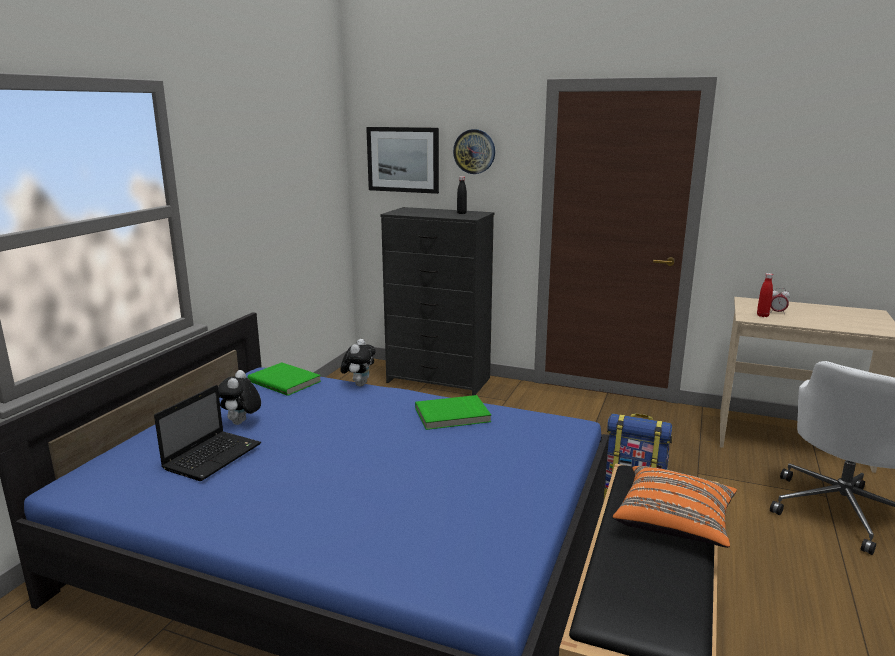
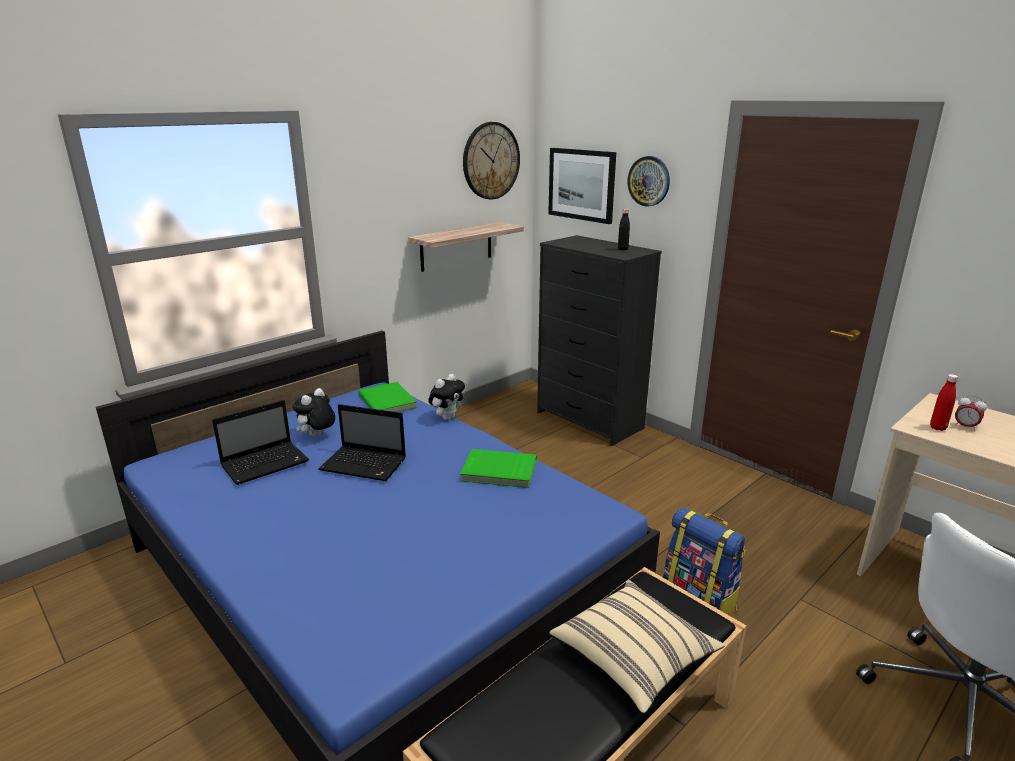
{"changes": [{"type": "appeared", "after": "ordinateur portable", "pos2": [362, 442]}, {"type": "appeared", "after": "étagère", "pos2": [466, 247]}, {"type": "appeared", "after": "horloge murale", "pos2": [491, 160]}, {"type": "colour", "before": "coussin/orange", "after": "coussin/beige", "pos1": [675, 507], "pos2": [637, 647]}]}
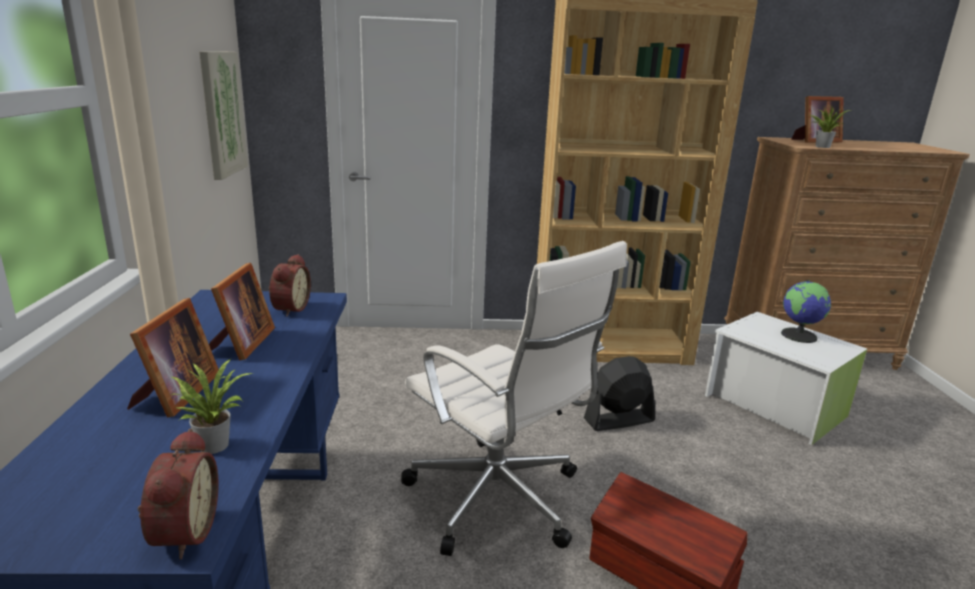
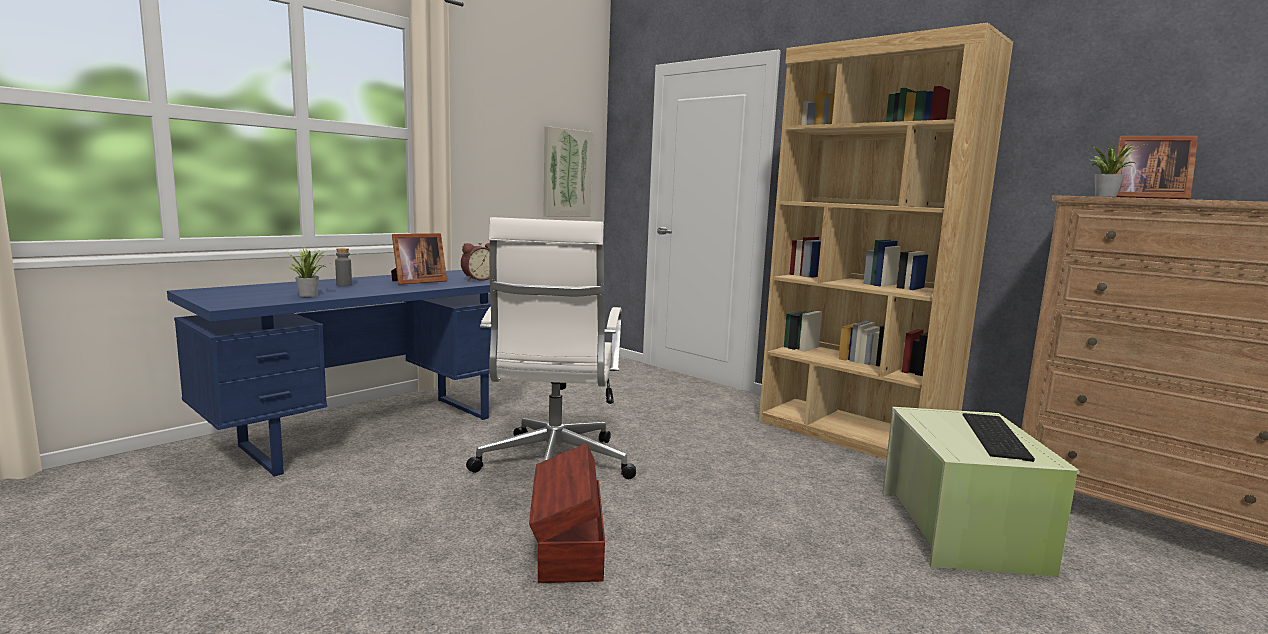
{"changes": [{"type": "missing", "before": "réveil", "pos1": [178, 494]}, {"type": "missing", "before": "ventilateur/noir", "pos1": [619, 393]}, {"type": "exchanged", "before": "cadre photo", "after": "bouteille/gris", "pos1": [173, 357], "pos2": [343, 267]}, {"type": "exchanged", "before": "globe", "after": "clavier", "pos1": [806, 311], "pos2": [999, 437]}, {"type": "colour", "before": "boîte de rangement/blanc", "after": "boîte de rangement/vert", "pos1": [786, 378], "pos2": [981, 492]}]}
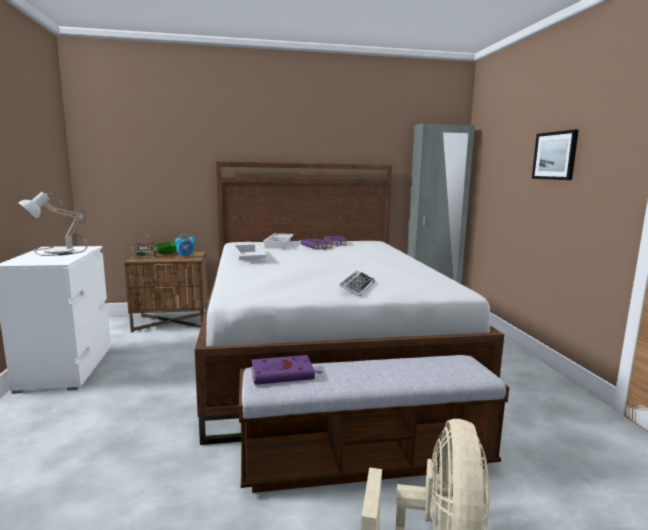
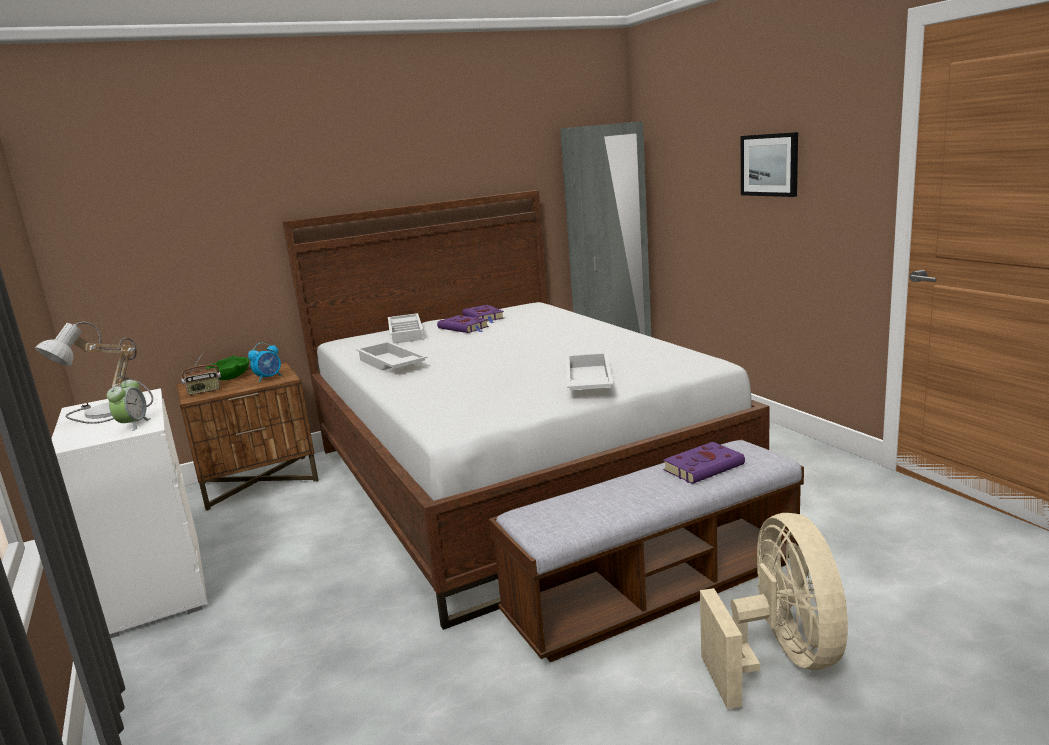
{"changes": [{"type": "appeared", "after": "réveil", "pos2": [129, 404]}, {"type": "relocated", "before": "livre/violet", "pos1": [286, 370], "pos2": [704, 463]}, {"type": "exchanged", "before": "clavier", "after": "plateau/blanc", "pos1": [357, 283], "pos2": [590, 371]}]}
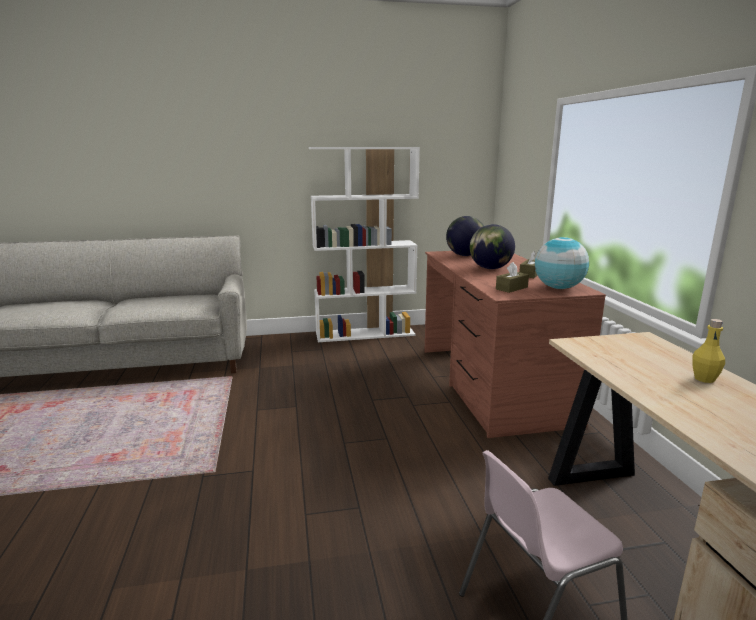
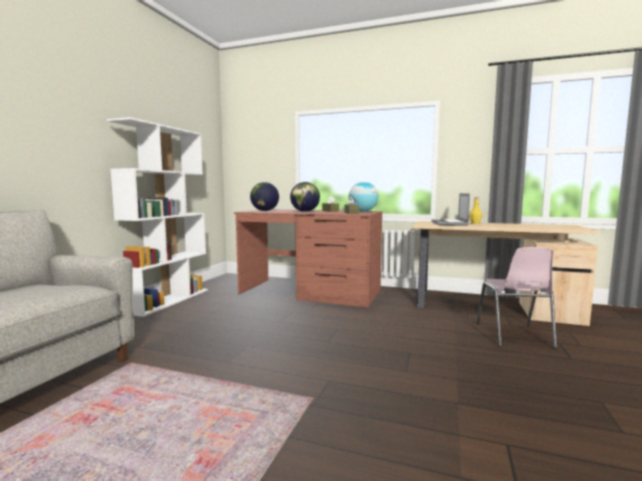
{"changes": [{"type": "appeared", "after": "ordinateur portable", "pos2": [450, 209]}]}
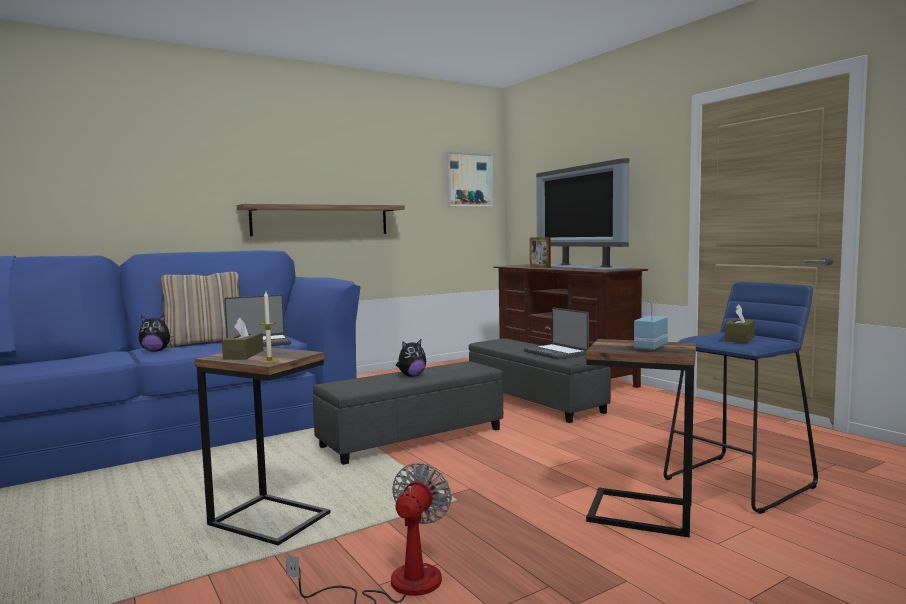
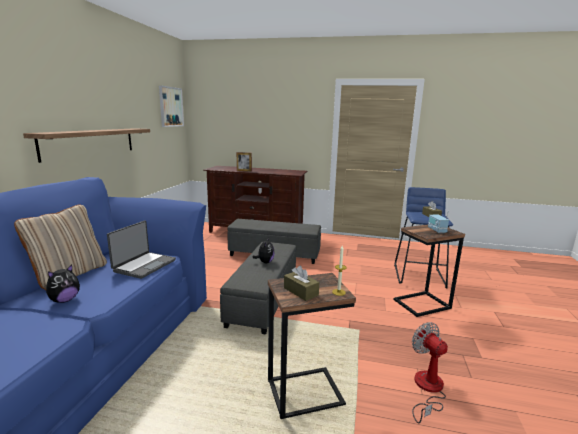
{"changes": [{"type": "missing", "before": "ordinateur portable", "pos1": [556, 334]}, {"type": "missing", "before": "téléviseur", "pos1": [583, 214]}]}
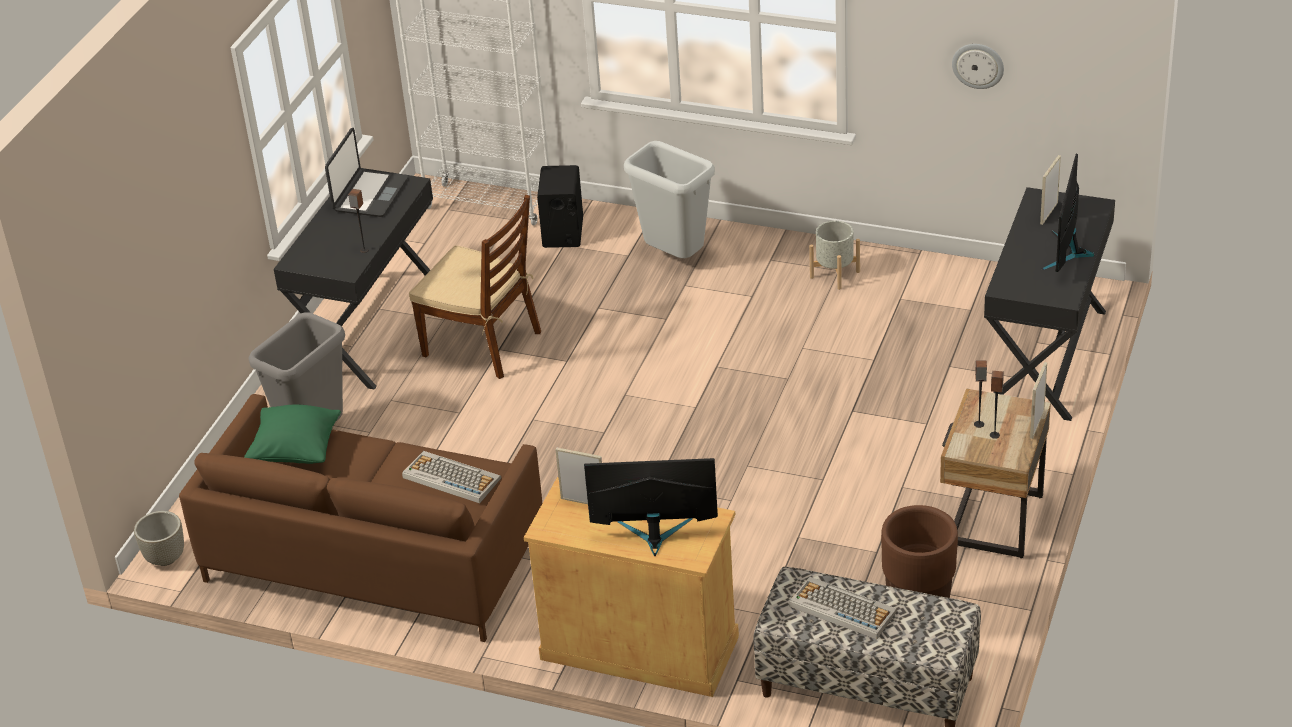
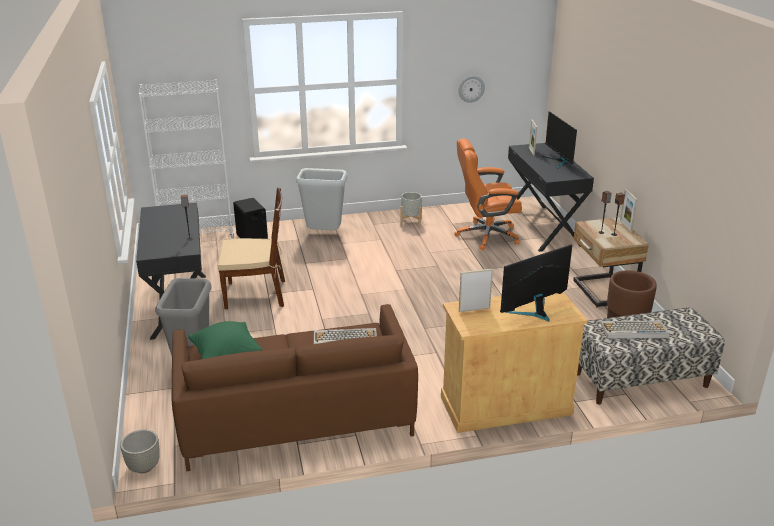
{"changes": [{"type": "missing", "before": "ordinateur portable", "pos1": [366, 172]}, {"type": "appeared", "after": "chaise de bureau/orange", "pos2": [488, 194]}]}
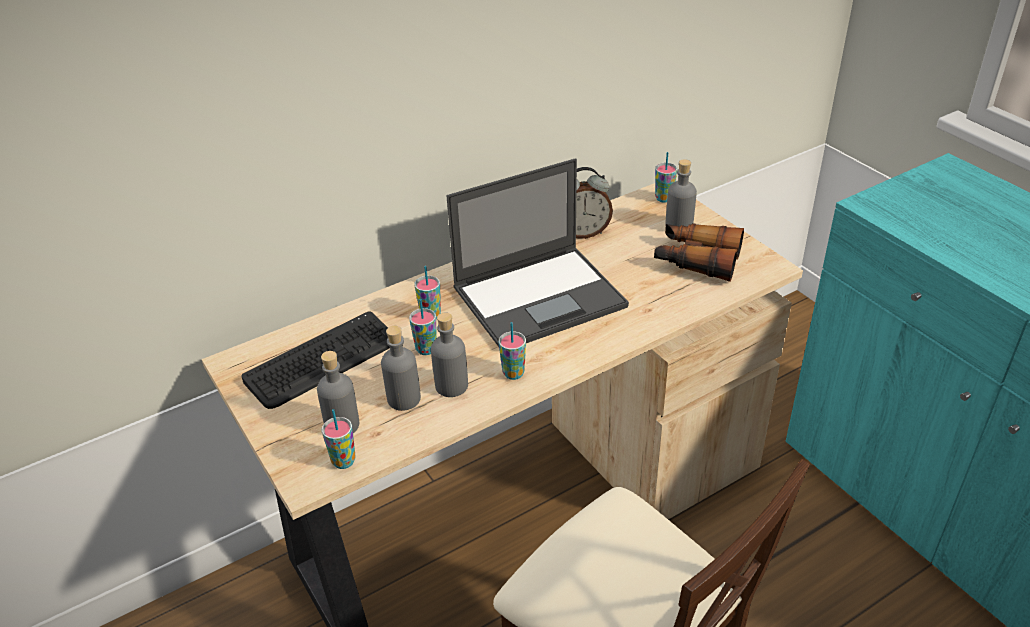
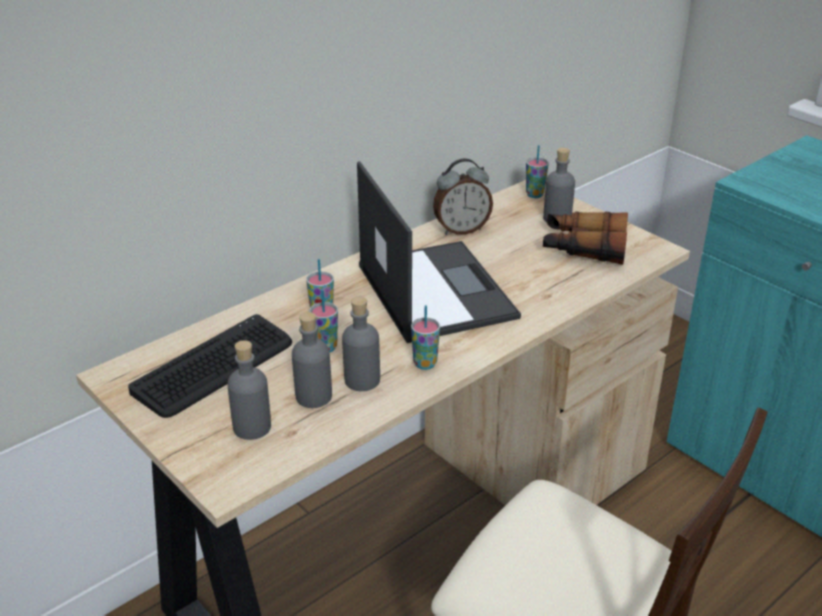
{"changes": [{"type": "missing", "before": "tasse", "pos1": [338, 439]}, {"type": "spun", "before": "ordinateur portable", "pos1": [537, 252], "pos2": [439, 252], "turn": -75}]}
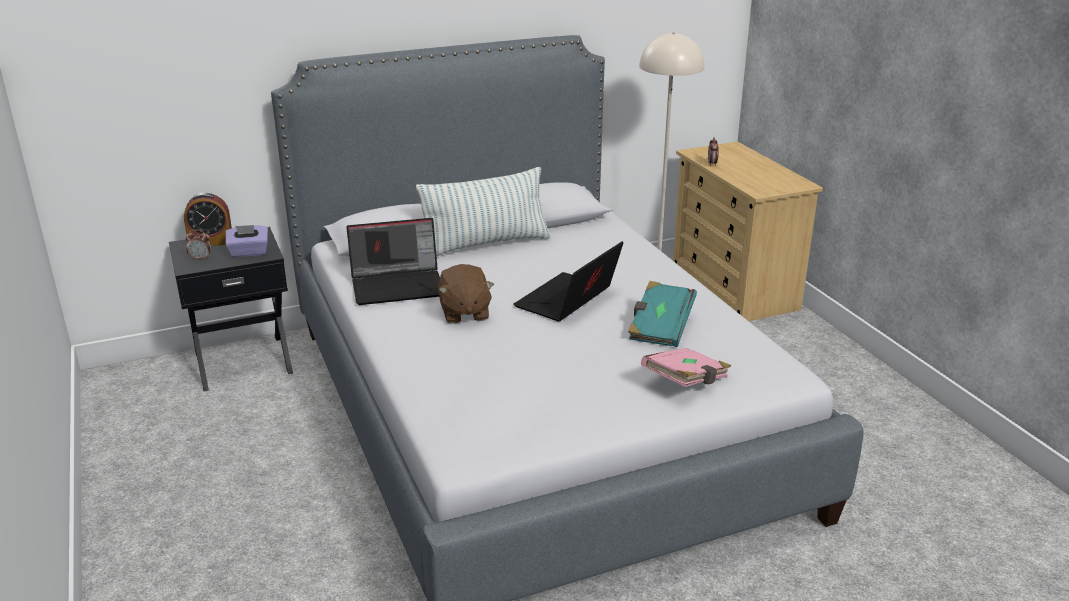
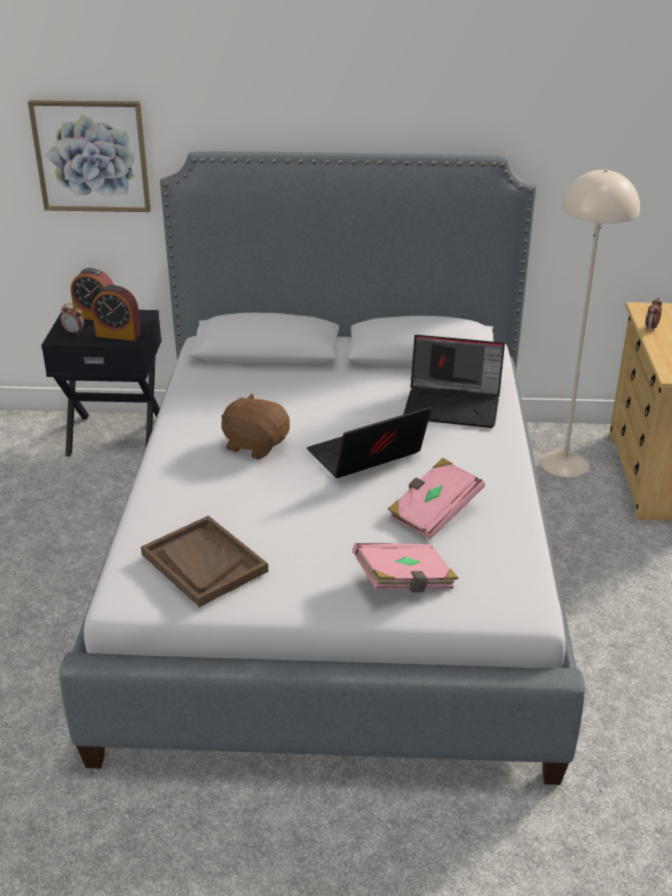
{"changes": [{"type": "missing", "before": "coussin", "pos1": [483, 211]}, {"type": "appeared", "after": "tableau", "pos2": [89, 156]}, {"type": "appeared", "after": "plateau/marron", "pos2": [204, 561]}, {"type": "relocated", "before": "ordinateur portable", "pos1": [393, 261], "pos2": [454, 381]}, {"type": "exchanged", "before": "boîte à mouchoirs/violet", "after": "réveil", "pos1": [247, 241], "pos2": [116, 313]}, {"type": "colour", "before": "livre/turquoise", "after": "livre/rose", "pos1": [662, 314], "pos2": [436, 499]}, {"type": "spun", "before": "peluche/marron", "pos1": [466, 294], "pos2": [255, 426], "turn": 105}]}
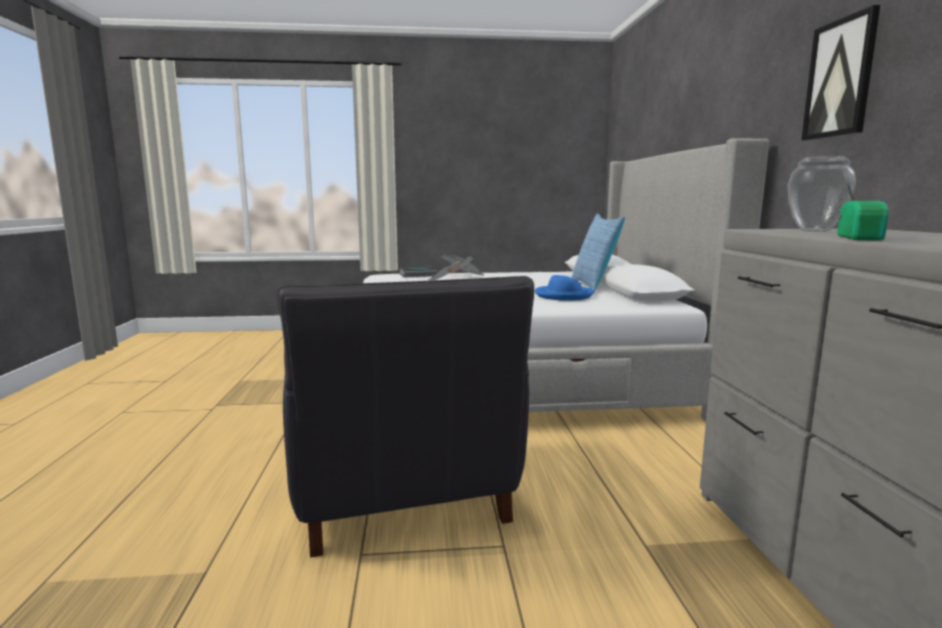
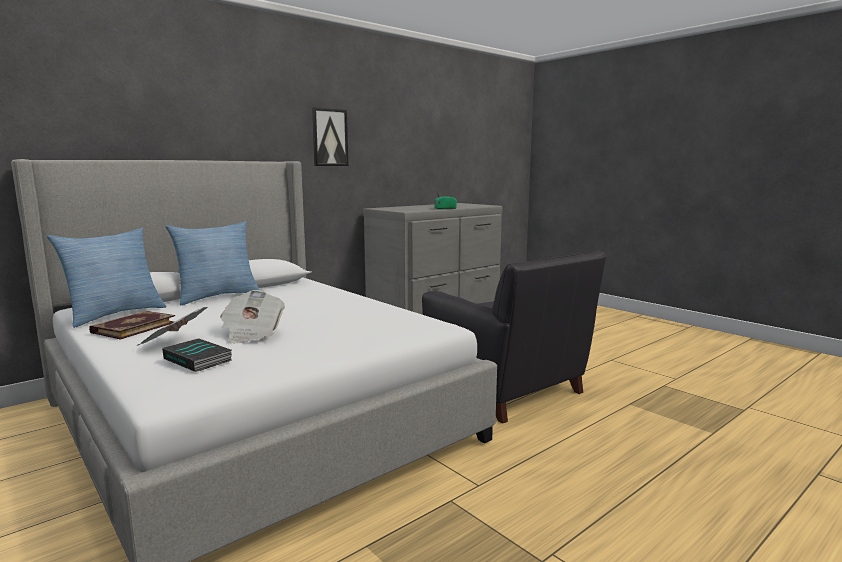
{"changes": [{"type": "missing", "before": "chapeau/bleu", "pos1": [564, 288]}, {"type": "missing", "before": "vase", "pos1": [822, 194]}, {"type": "appeared", "after": "coussin", "pos2": [106, 278]}, {"type": "appeared", "after": "livre", "pos2": [132, 325]}, {"type": "spun", "before": "fauteuil/noir", "pos1": [405, 417], "pos2": [514, 337], "turn": 105}]}
